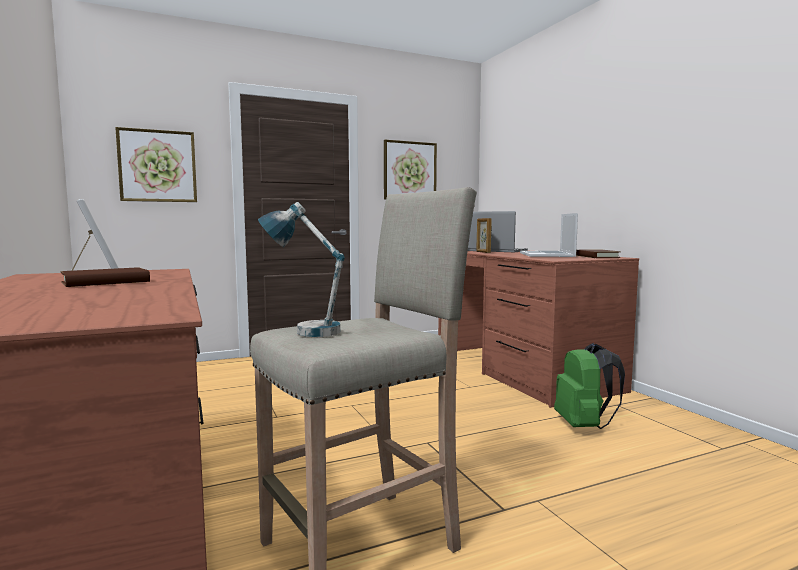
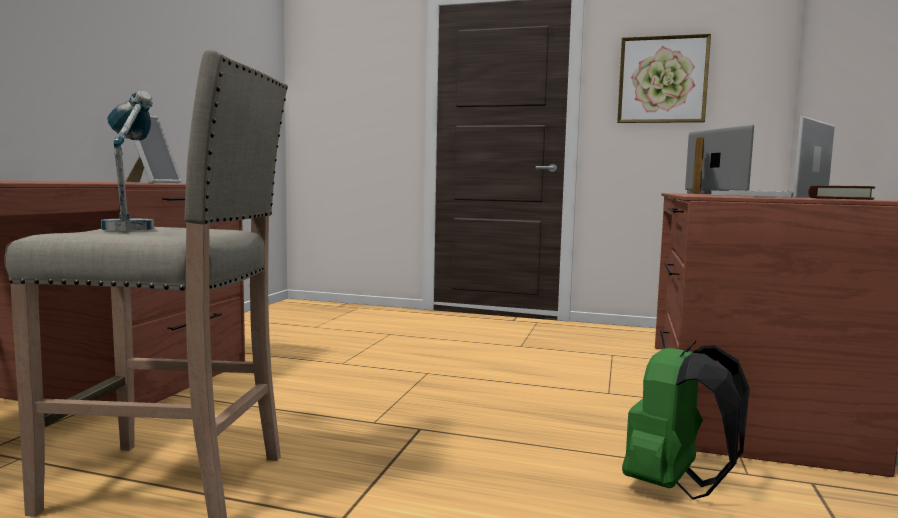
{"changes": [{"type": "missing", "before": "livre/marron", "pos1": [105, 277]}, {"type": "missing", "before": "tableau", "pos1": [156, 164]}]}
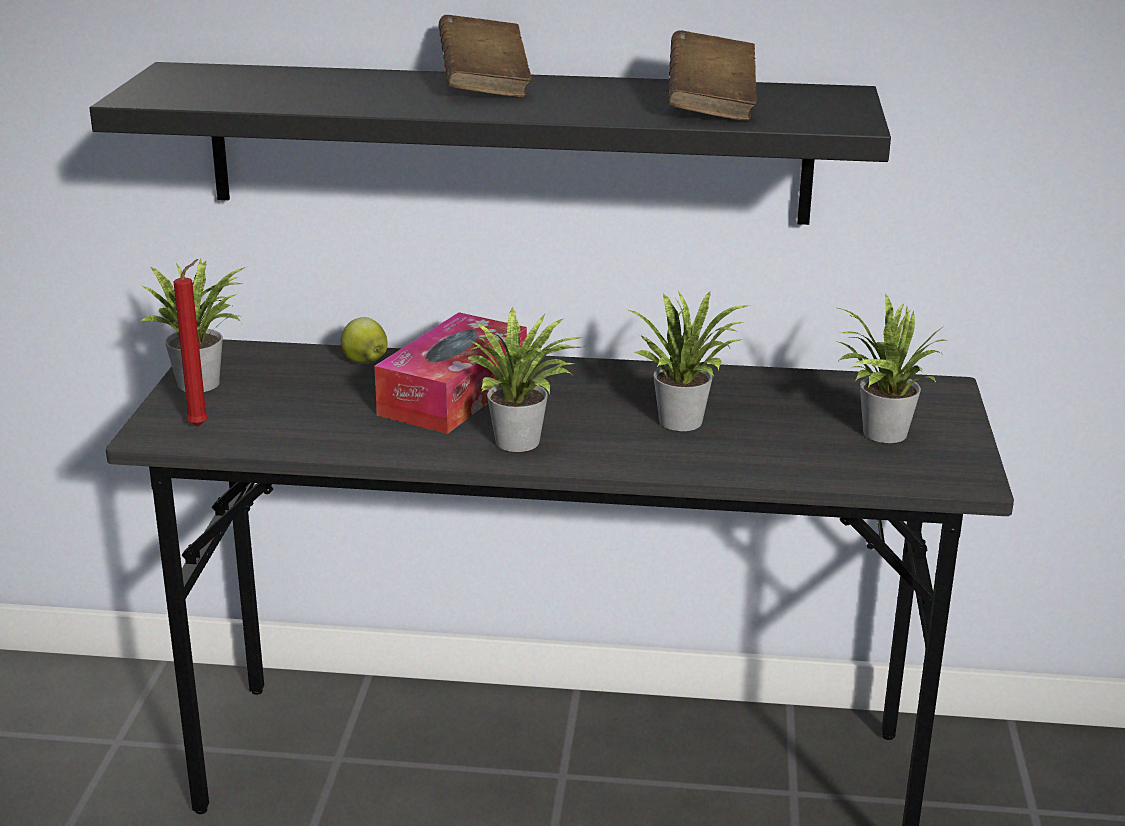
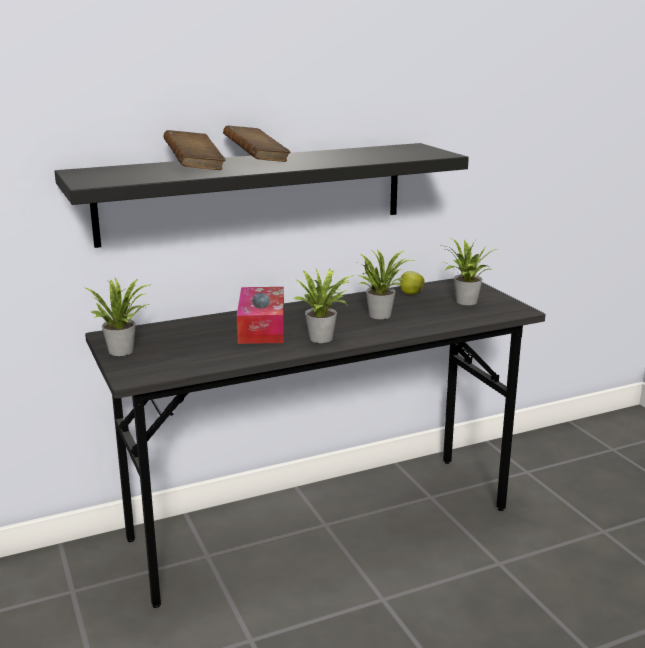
{"changes": [{"type": "missing", "before": "bougie/rouge", "pos1": [191, 343]}, {"type": "relocated", "before": "pomme", "pos1": [364, 340], "pos2": [411, 283]}, {"type": "relocated", "before": "livre/marron", "pos1": [712, 75], "pos2": [194, 150]}]}
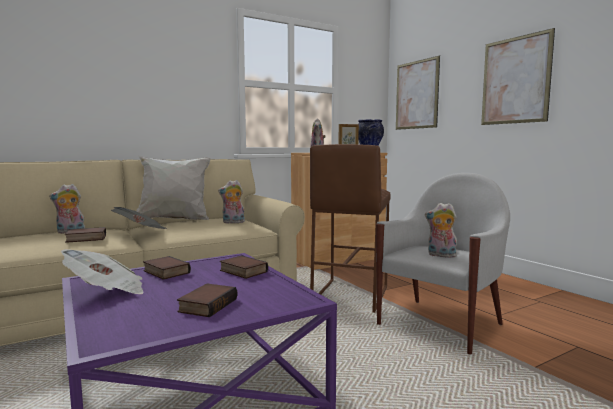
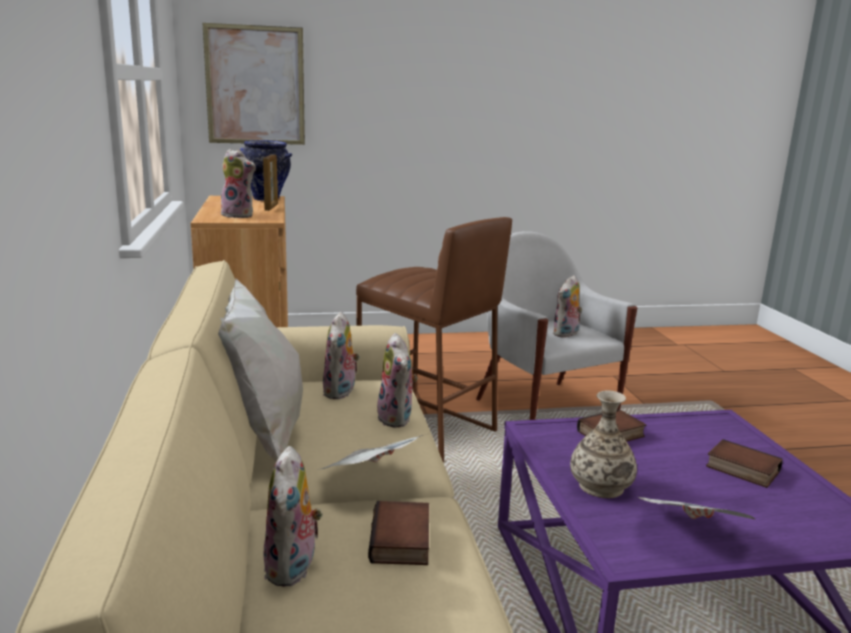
{"changes": [{"type": "missing", "before": "tableau", "pos1": [518, 76]}, {"type": "appeared", "after": "peluche", "pos2": [397, 380]}, {"type": "exchanged", "before": "livre", "after": "vase", "pos1": [167, 268], "pos2": [603, 444]}]}
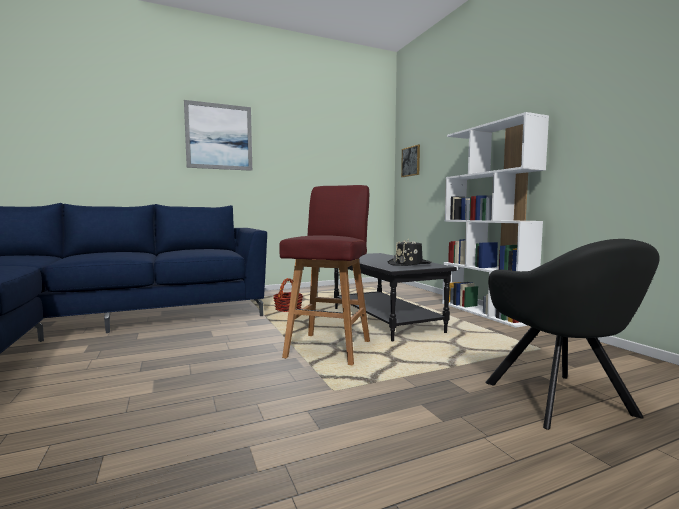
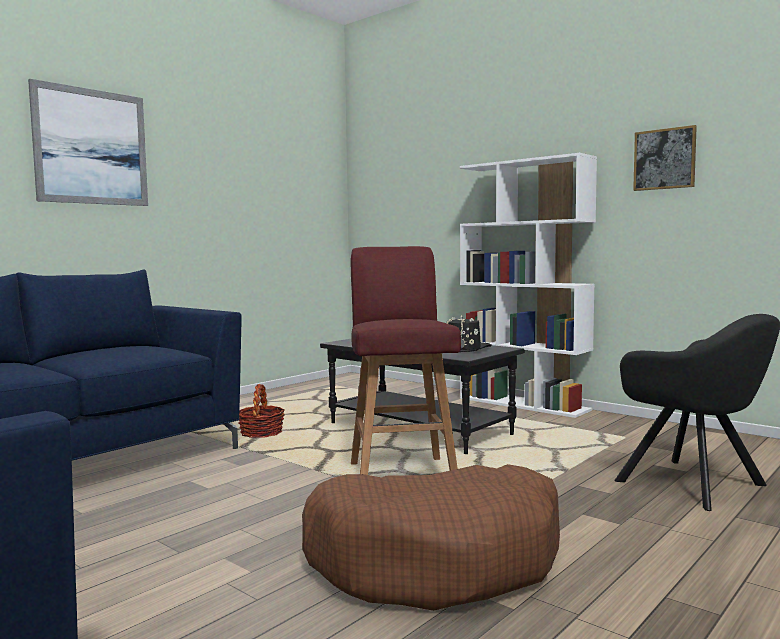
{"changes": [{"type": "appeared", "after": "panier pour chien/marron", "pos2": [431, 537]}, {"type": "relocated", "before": "tableau", "pos1": [410, 160], "pos2": [665, 158]}]}
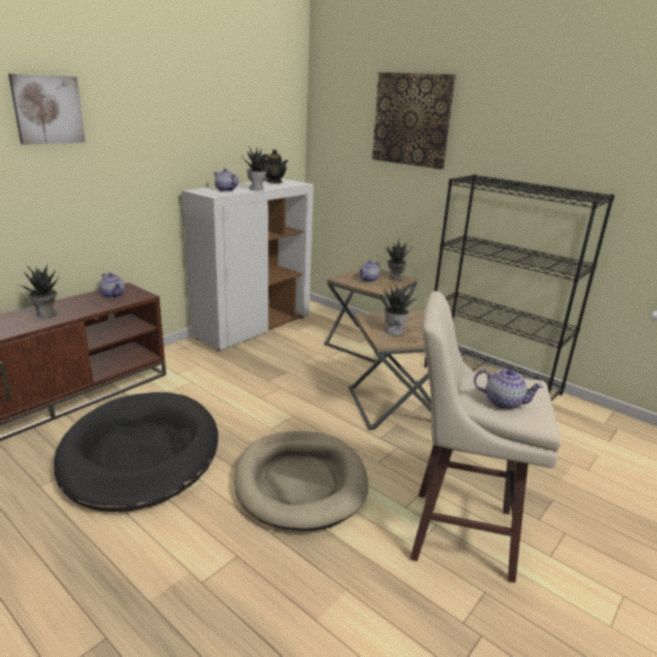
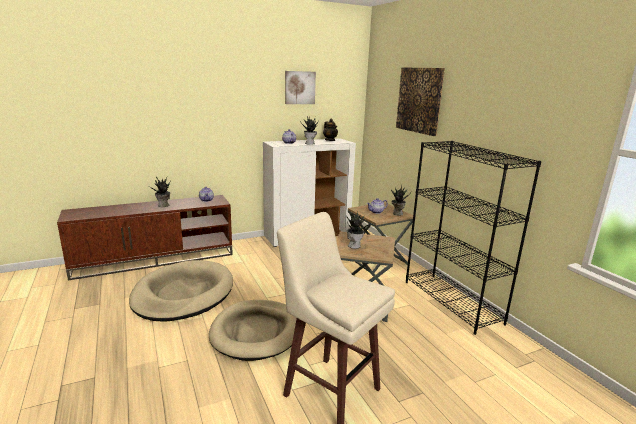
{"changes": [{"type": "missing", "before": "théière", "pos1": [509, 389]}, {"type": "relocated", "before": "tableau", "pos1": [46, 109], "pos2": [300, 87]}, {"type": "colour", "before": "panier pour chien/noir", "after": "panier pour chien/beige", "pos1": [136, 452], "pos2": [181, 290]}]}
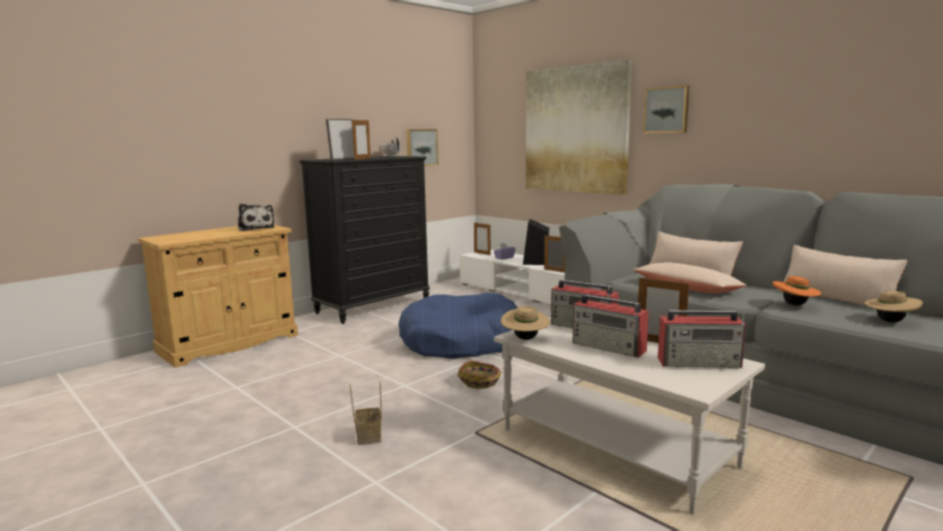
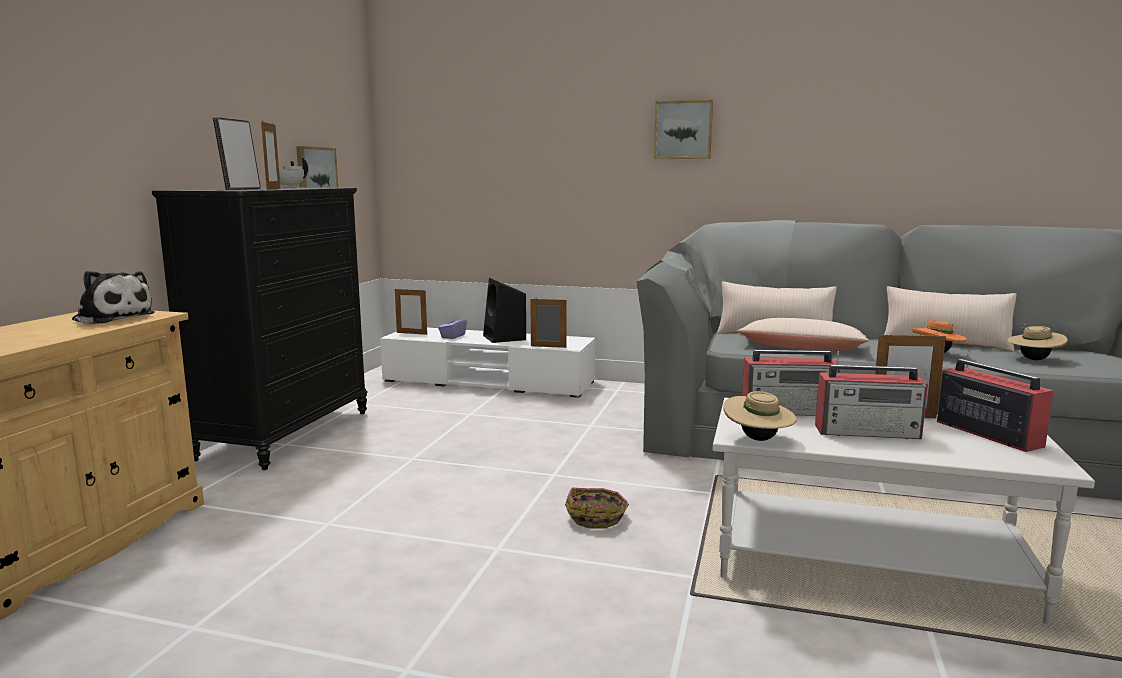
{"changes": [{"type": "missing", "before": "panier", "pos1": [365, 412]}, {"type": "missing", "before": "panier pour chien/bleu", "pos1": [458, 326]}, {"type": "missing", "before": "tableau", "pos1": [579, 127]}, {"type": "spun", "before": "radio", "pos1": [702, 339], "pos2": [995, 402], "turn": -90}]}
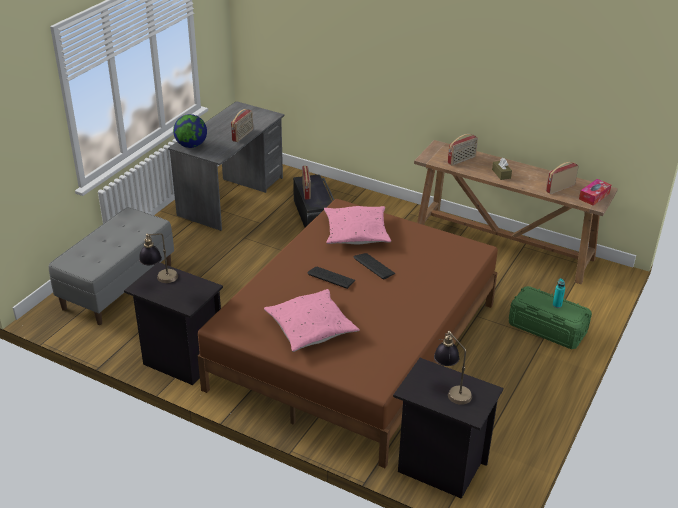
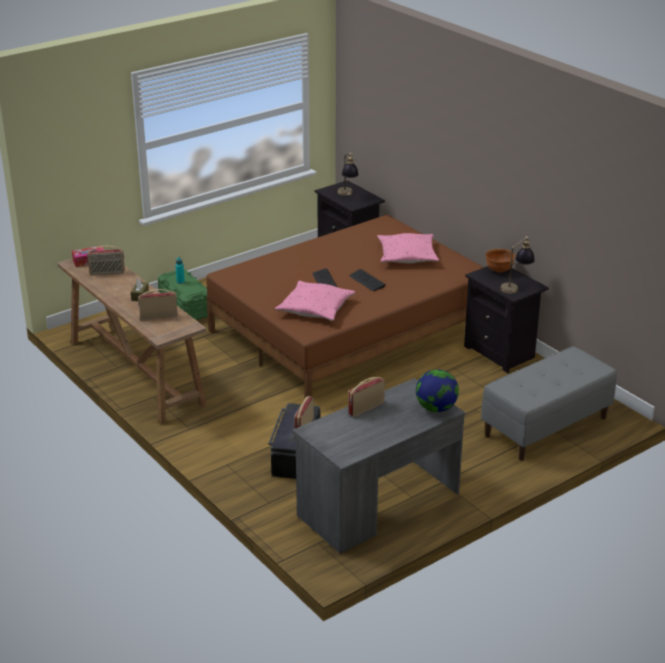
{"changes": [{"type": "appeared", "after": "bol/marron", "pos2": [500, 261]}]}
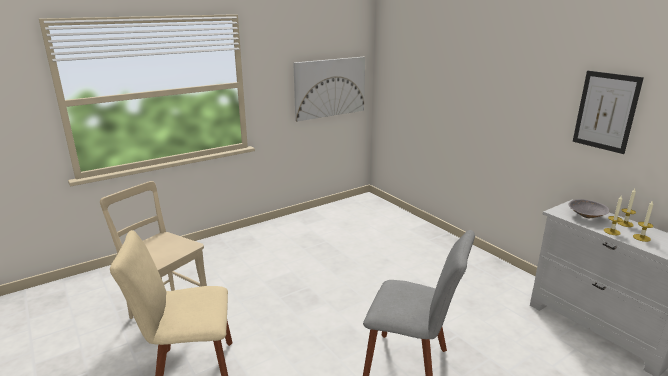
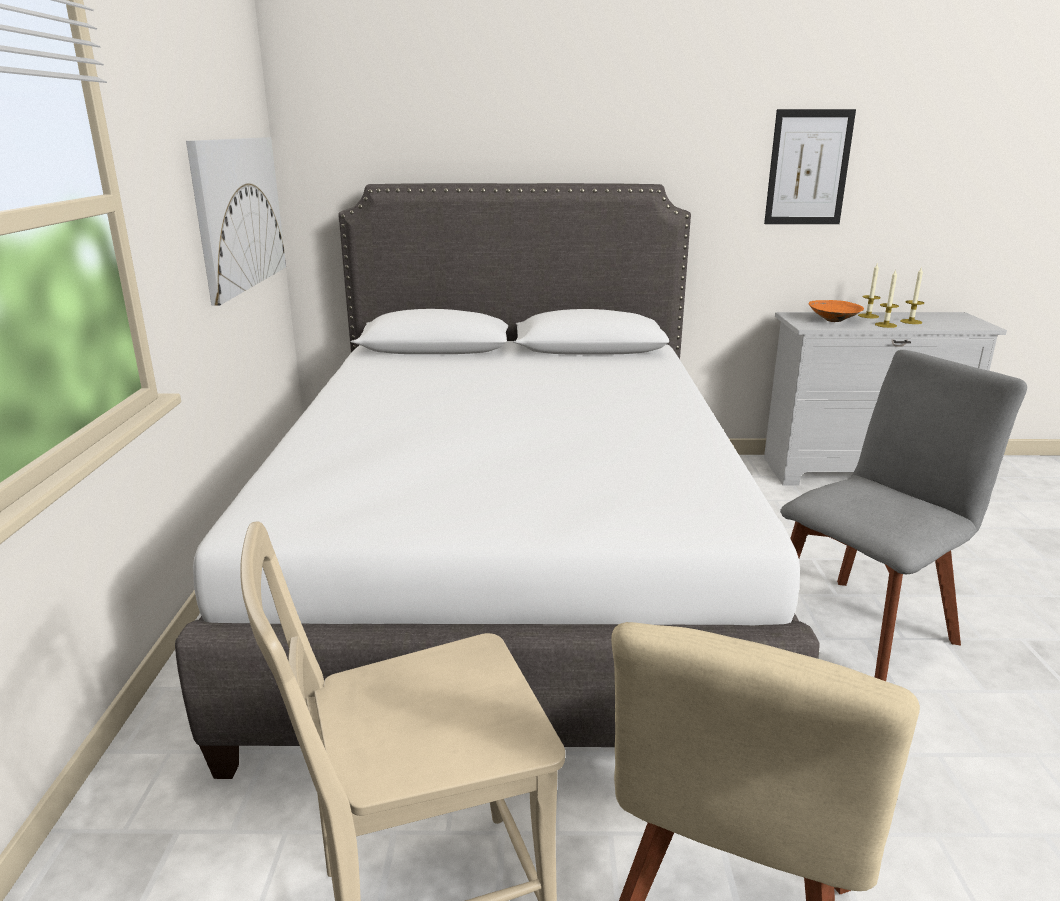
{"changes": [{"type": "appeared", "after": "lit/blanc", "pos2": [497, 481]}, {"type": "colour", "before": "bol/gris", "after": "bol/orange", "pos1": [589, 208], "pos2": [836, 311]}]}
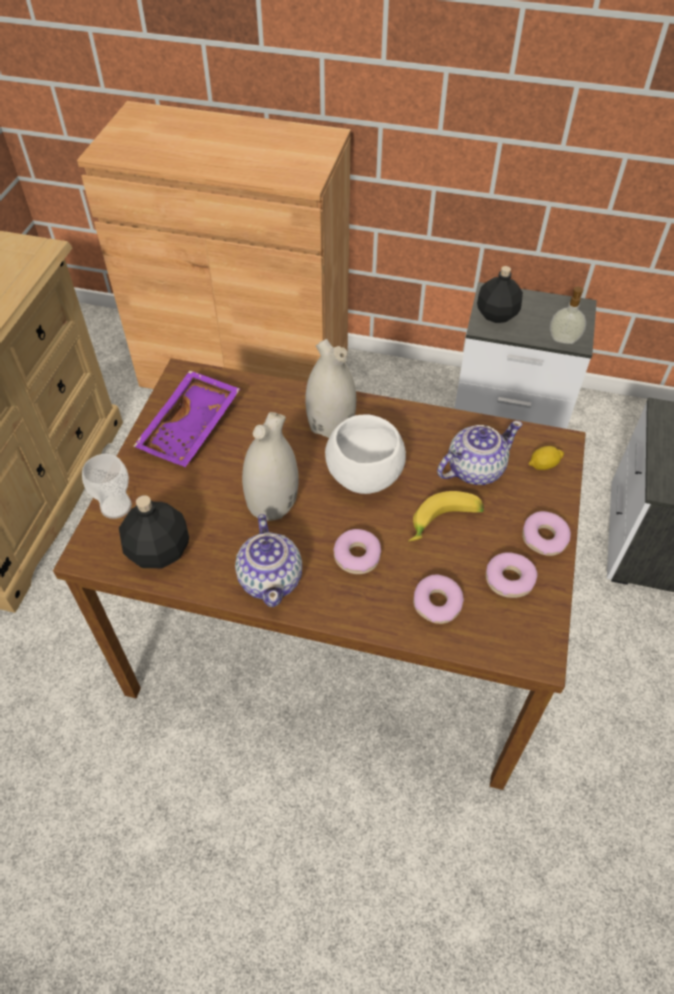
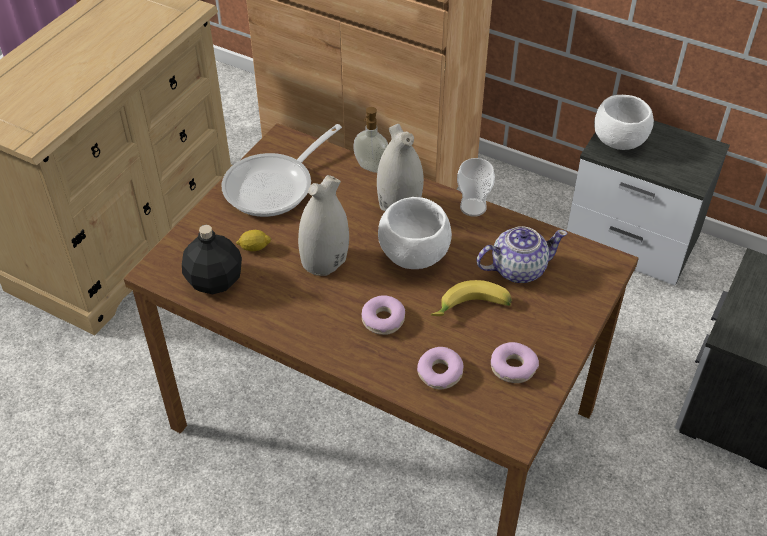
{"changes": [{"type": "missing", "before": "théière", "pos1": [268, 560]}, {"type": "missing", "before": "beignet", "pos1": [546, 533]}, {"type": "relocated", "before": "tasse", "pos1": [107, 486], "pos2": [476, 187]}, {"type": "relocated", "before": "citron", "pos1": [546, 458], "pos2": [253, 240]}, {"type": "relocated", "before": "distributeur de savon", "pos1": [568, 315], "pos2": [370, 140]}, {"type": "exchanged", "before": "plateau/violet", "after": "poêle", "pos1": [186, 418], "pos2": [281, 170]}, {"type": "exchanged", "before": "bouteille/noir", "after": "bol/blanc", "pos1": [500, 294], "pos2": [624, 122]}]}
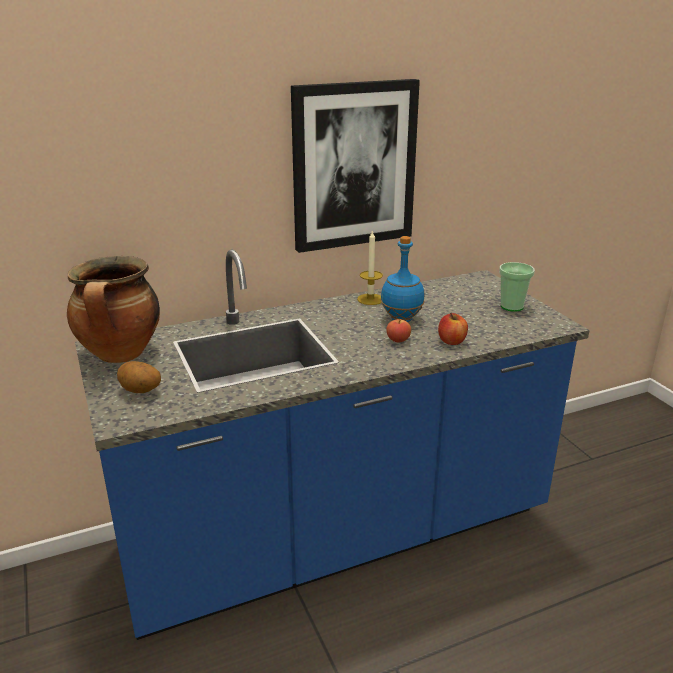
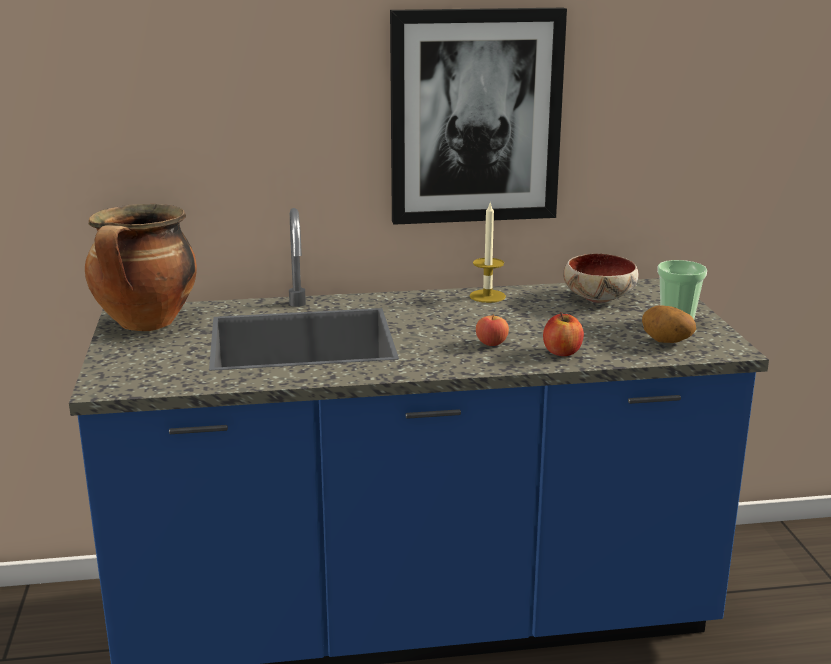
{"changes": [{"type": "missing", "before": "bouteille/bleu", "pos1": [403, 279]}, {"type": "appeared", "after": "bol", "pos2": [601, 278]}, {"type": "relocated", "before": "pomme de terre", "pos1": [139, 377], "pos2": [669, 324]}]}
